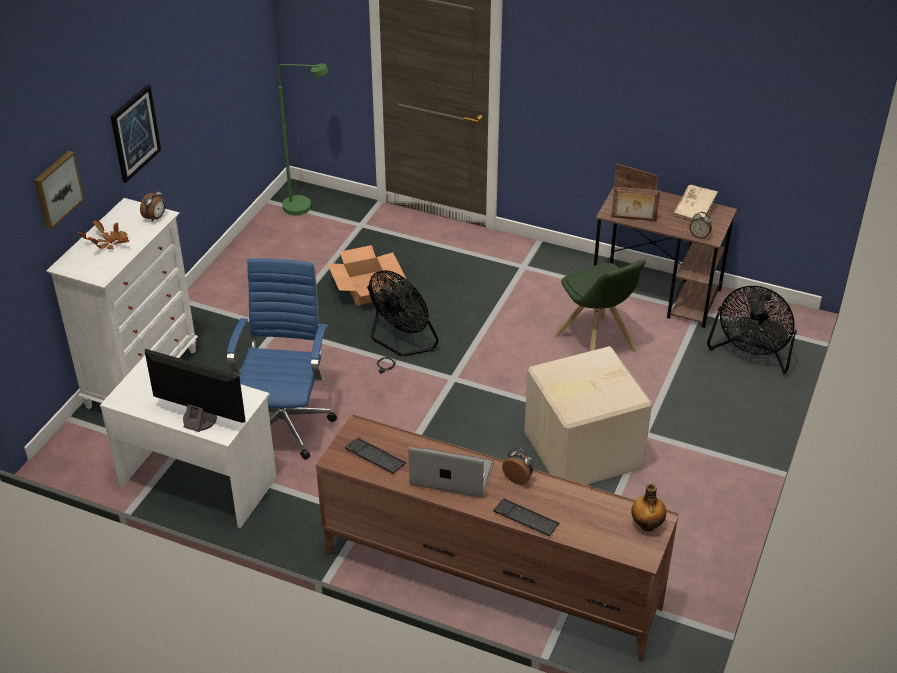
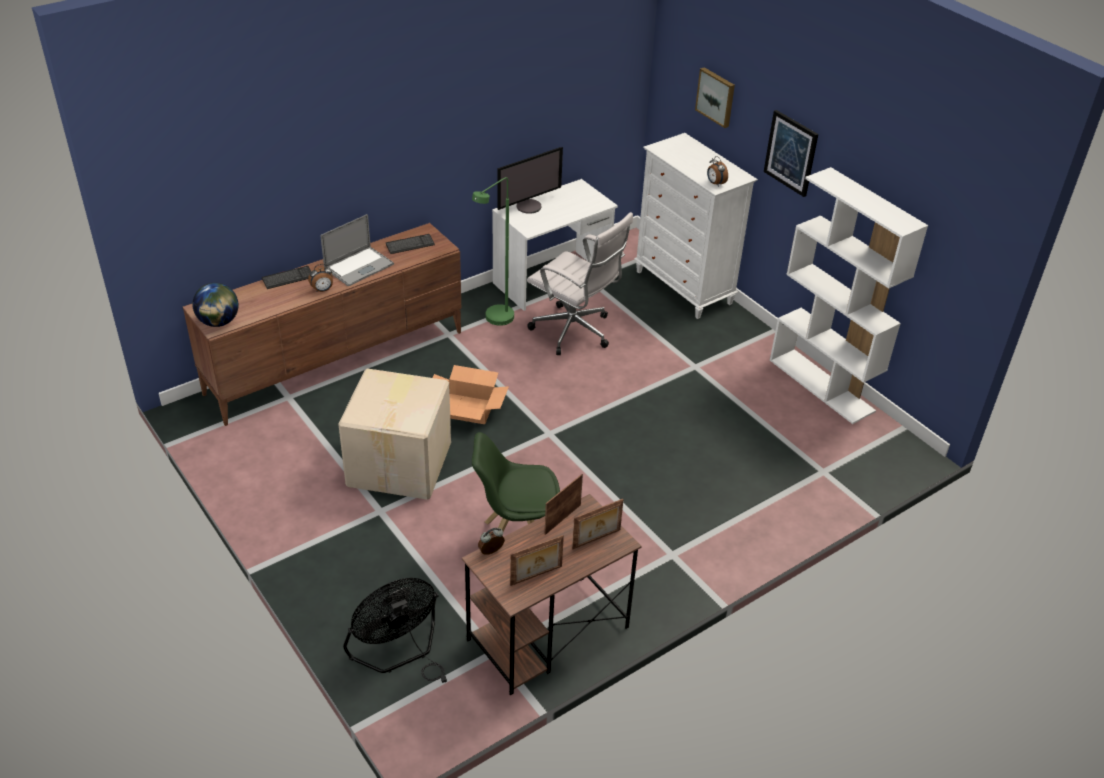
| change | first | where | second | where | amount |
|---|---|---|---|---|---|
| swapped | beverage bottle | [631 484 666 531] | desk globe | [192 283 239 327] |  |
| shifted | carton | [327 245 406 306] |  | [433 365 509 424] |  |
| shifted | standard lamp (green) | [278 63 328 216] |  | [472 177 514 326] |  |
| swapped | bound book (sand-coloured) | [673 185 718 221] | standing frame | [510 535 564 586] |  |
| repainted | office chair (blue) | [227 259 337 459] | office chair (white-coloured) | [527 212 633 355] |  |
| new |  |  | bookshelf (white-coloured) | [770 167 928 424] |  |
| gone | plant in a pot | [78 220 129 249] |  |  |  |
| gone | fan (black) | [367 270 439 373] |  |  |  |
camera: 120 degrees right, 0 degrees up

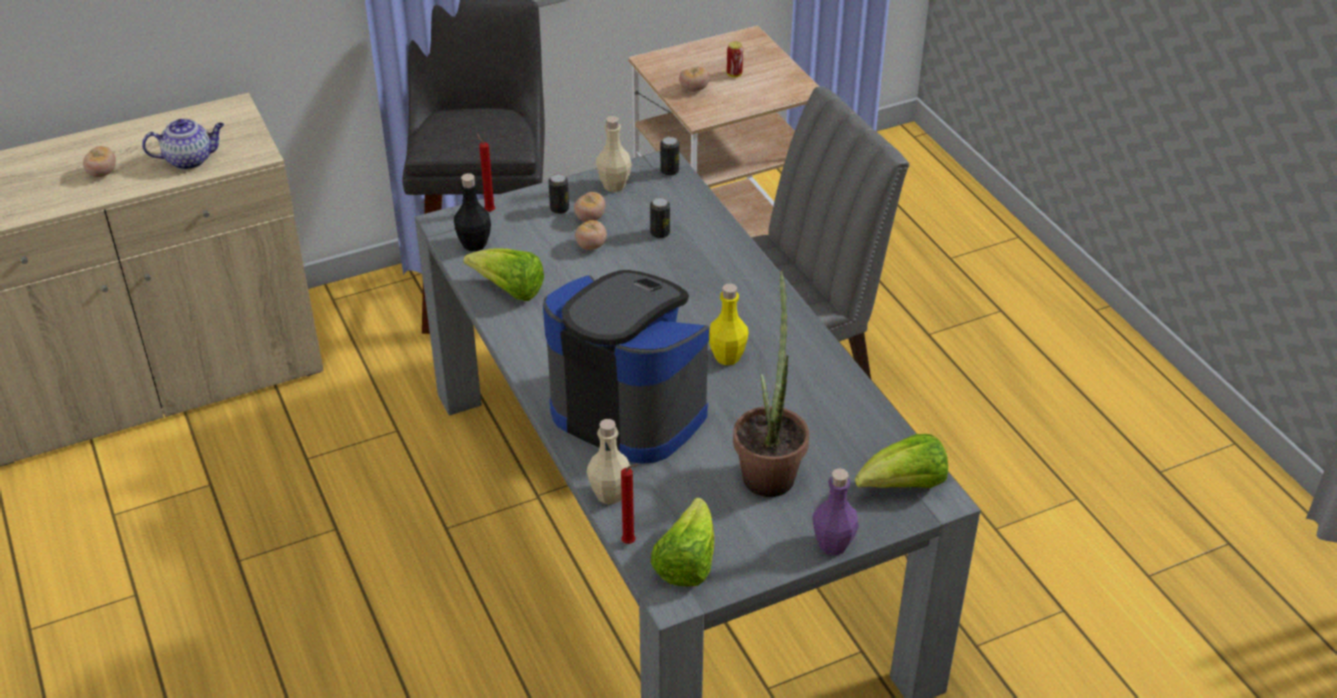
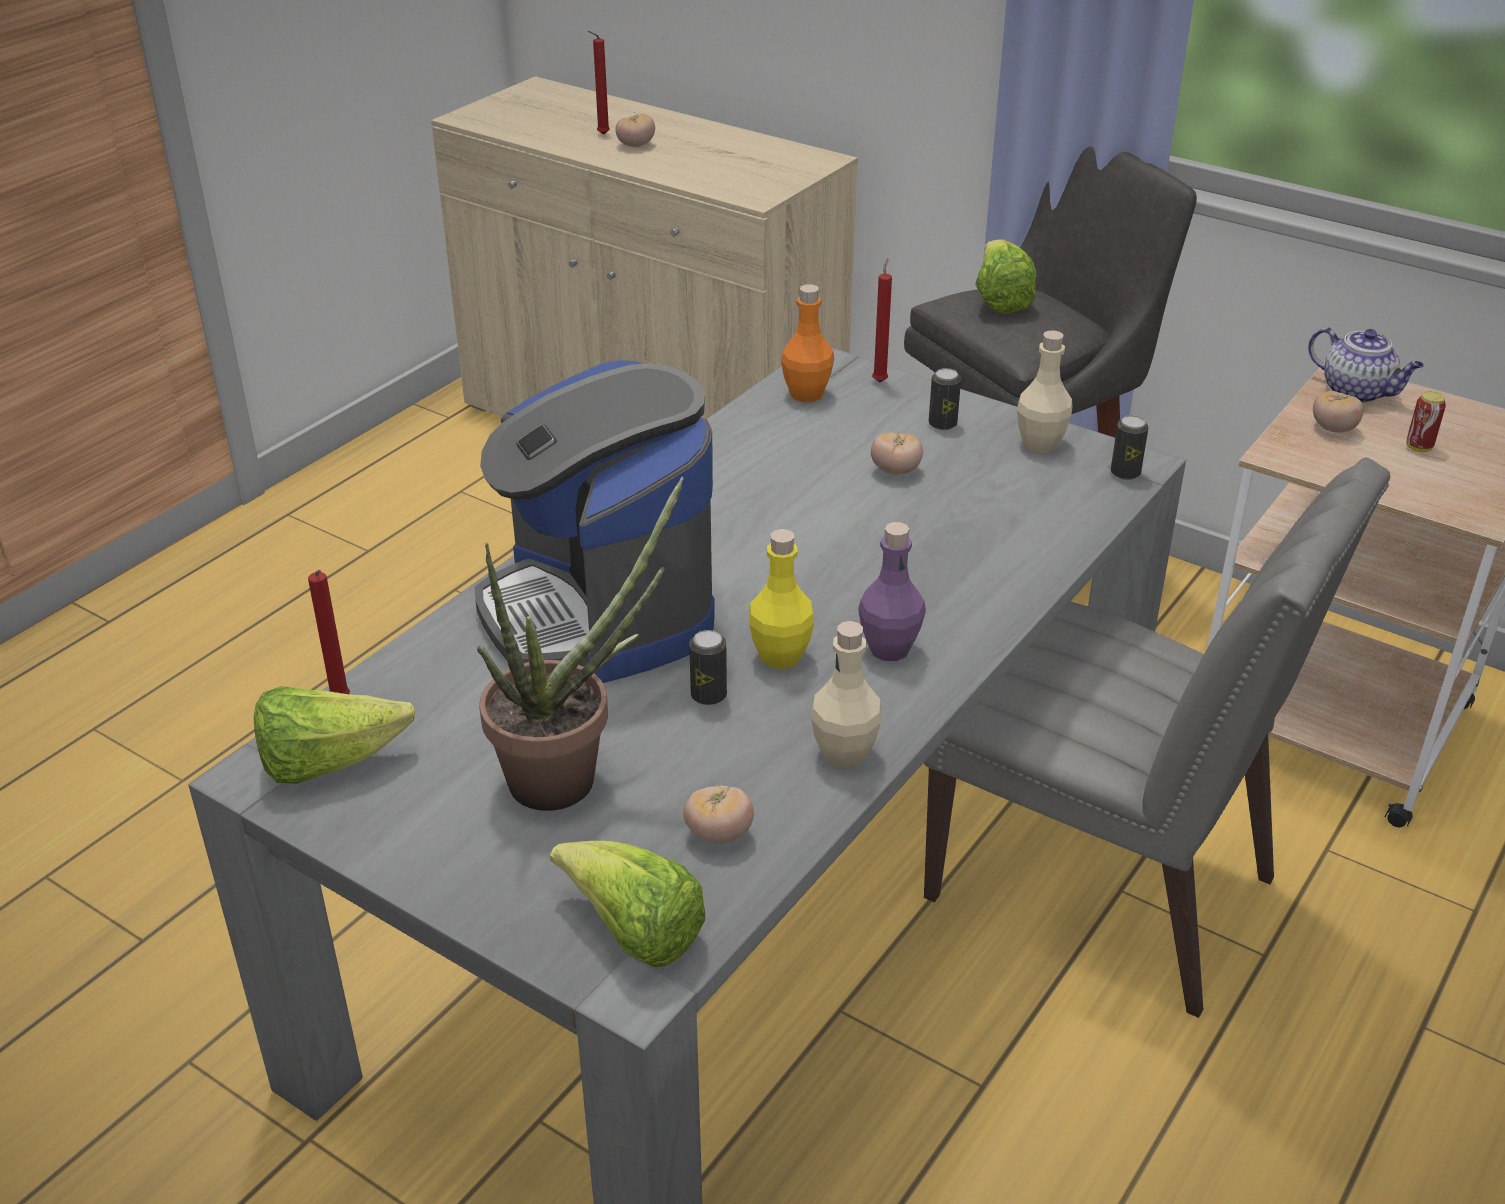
| change | first | where | second | where | amount |
|---|---|---|---|---|---|
| rotated | coffee machine | [543 270 709 464] |  | [474 360 714 683] | 150 degrees clockwise |
| new |  |  | candle (red) | [588 31 610 135] |  |
| shifted | fresh tomato | [574 192 606 222] |  | [683 785 754 844] |  |
| shifted | can | [650 197 670 238] |  | [689 630 727 705] |  |
| repainted | beverage bottle (black) | [454 173 491 251] | beverage bottle (orangey) | [781 284 834 402] |  |
| shifted | beverage bottle (sand-coloured) | [587 419 631 504] |  | [811 621 882 768] |  |
| shifted | beverage bottle (purple) | [812 468 859 555] |  | [858 522 926 661] |  |
| shifted | head of lettuce | [463 248 544 301] |  | [975 239 1036 314] |  |
| shifted | teapot | [142 119 224 170] |  | [1308 327 1424 403] |  |
camera: 60 degrees right, 5 degrees down

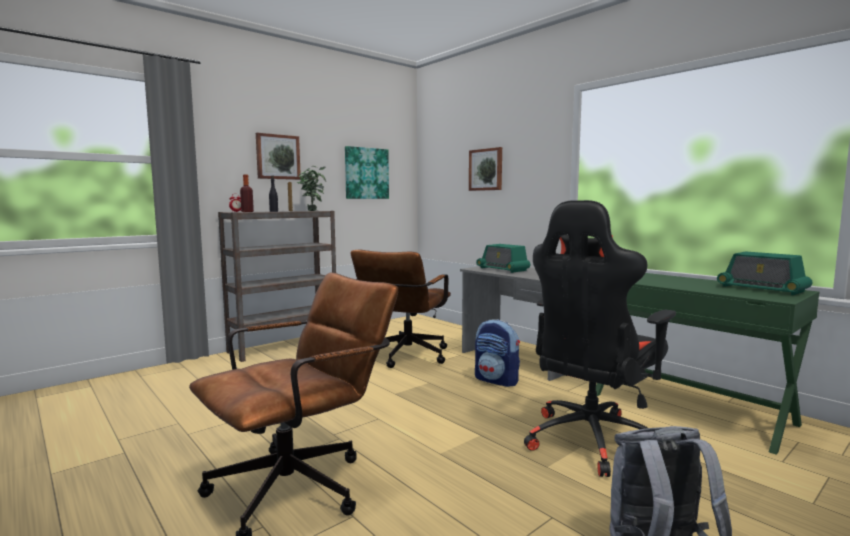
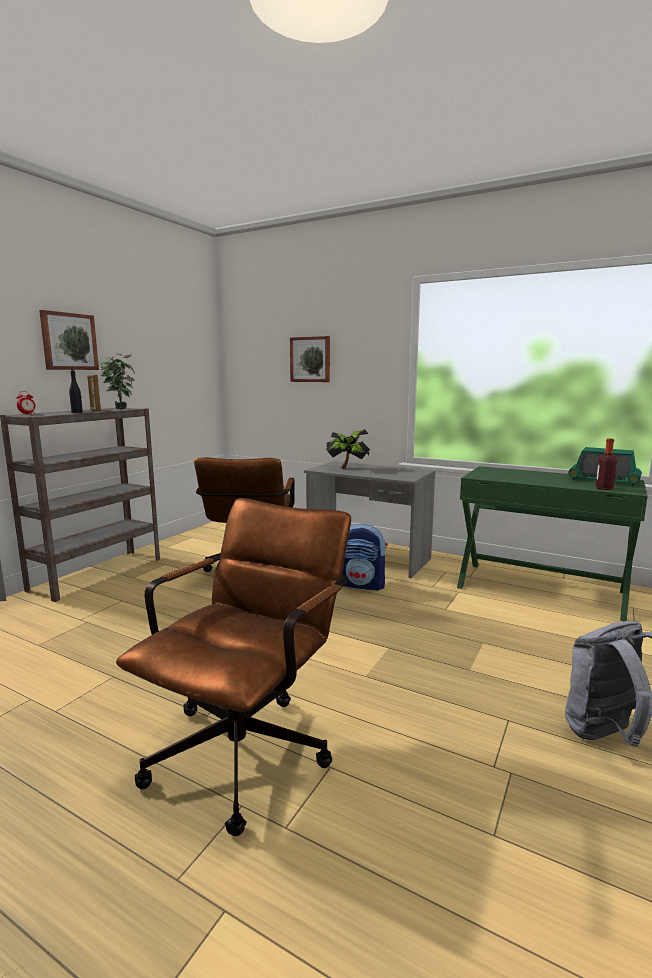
| change | first | where | second | where | amount |
|---|---|---|---|---|---|
| swapped | radio set | [476 244 530 273] | plant in a pot | [326 429 370 469] |  |
| shifted | beverage bottle | [240 174 254 212] |  | [596 438 617 490] |  |
| gone | wall picture | [345 146 389 199] |  |  |  |
| gone | office chair (black) | [524 200 676 477] |  |  |  |
camera: 20 degrees left, 5 degrees up

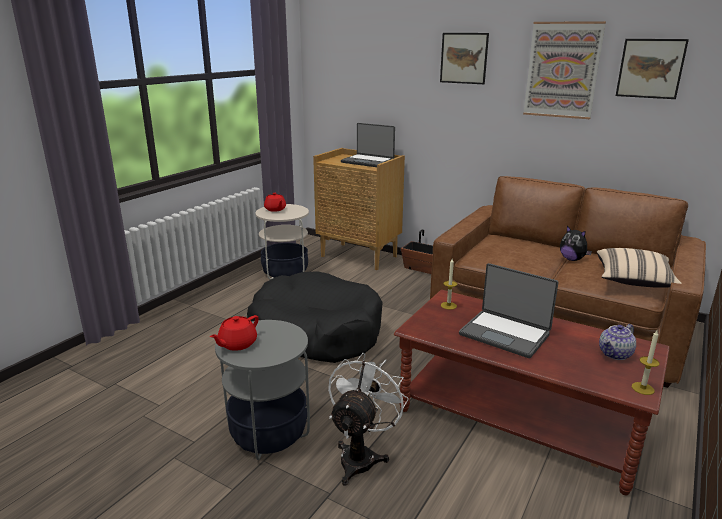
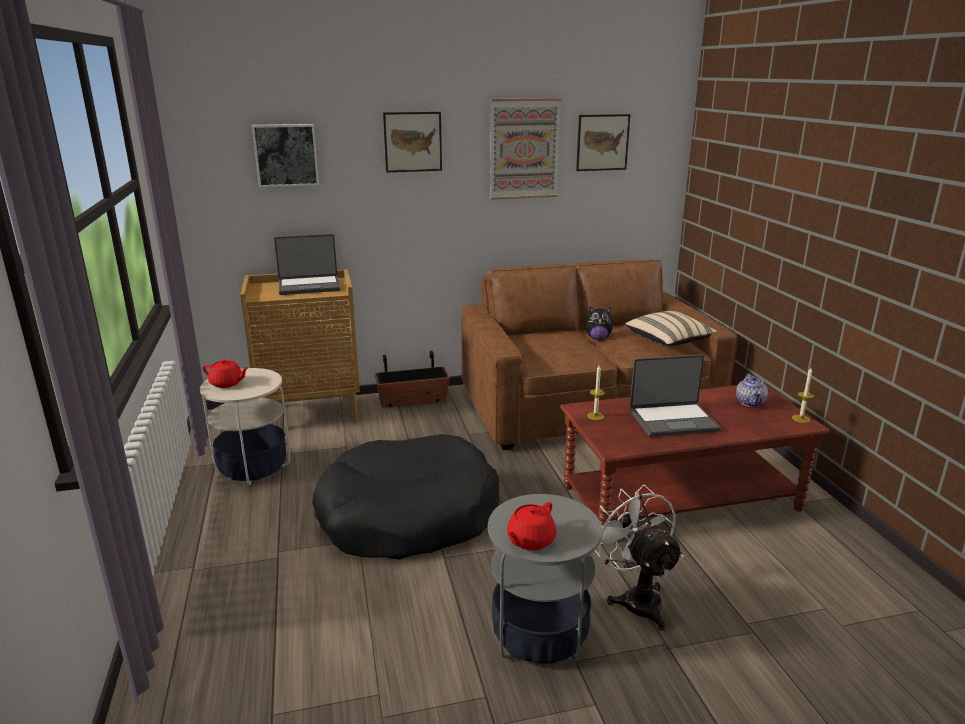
| change | first | where | second | where | amount |
|---|---|---|---|---|---|
| new |  |  | wall picture | [252 124 319 187] |  |
| rotated | teapot (red) | [210 315 259 351] |  | [507 502 556 550] | 45 degrees clockwise |
camera: 45 degrees left, 0 degrees up

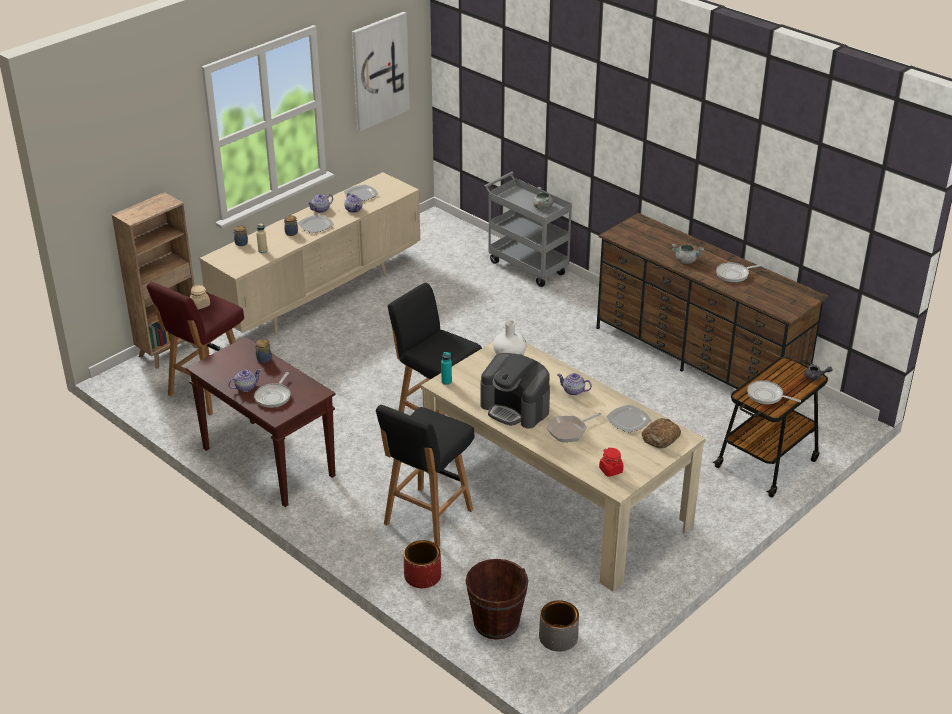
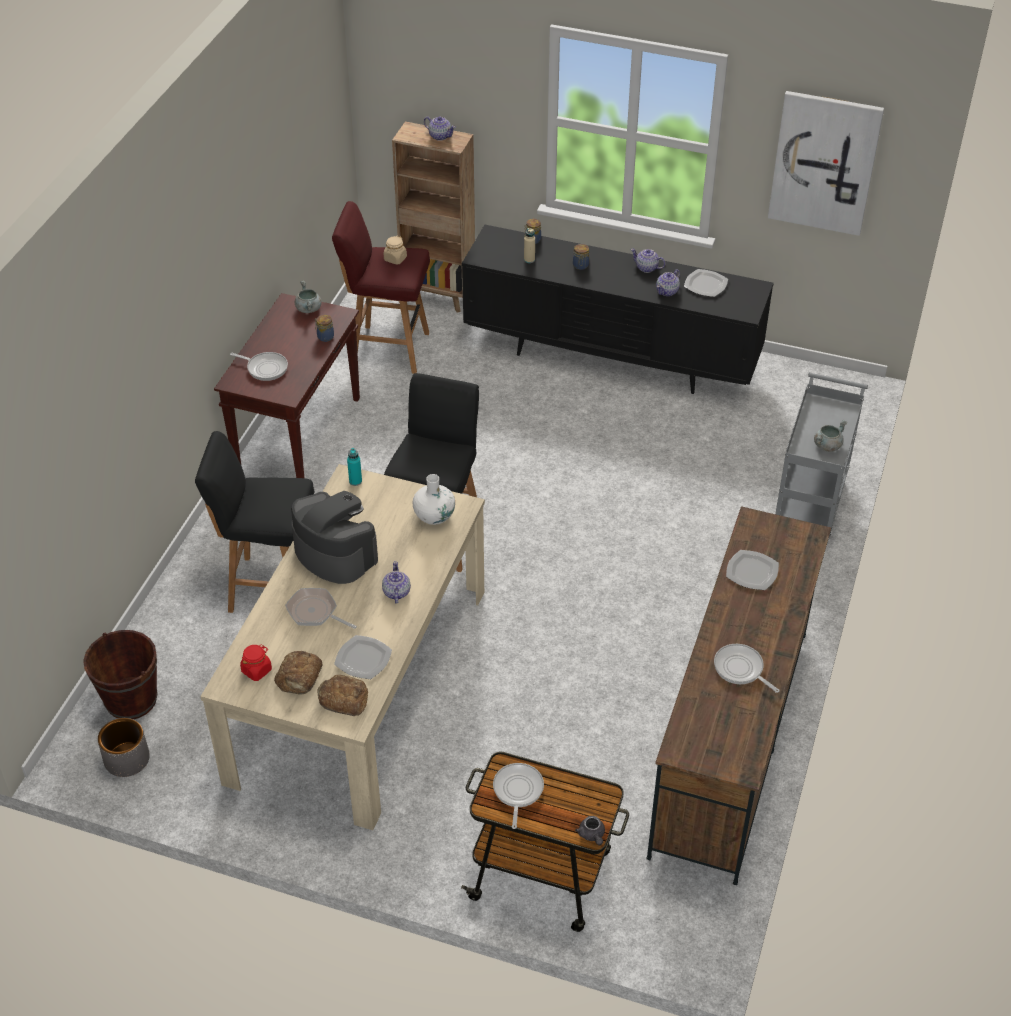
| change | first | where | second | where | amount |
|---|---|---|---|---|---|
| rotated | pan | [254 372 291 408] |  | [230 352 288 381] | 150 degrees counterclockwise |
| new |  |  | bakery bread | [274 651 322 695] |  |
| rotated | coffee machine | [480 353 550 429] |  | [291 491 378 584] | 120 degrees clockwise |
| shifted | cooking pot (grey) | [672 244 704 264] |  | [295 281 322 313] |  |
| shifted | teapot | [228 369 261 392] |  | [424 116 456 141] |  |
| repainted | cabinet (sand-coloured) | [200 172 420 335] | cabinet (black) | [462 225 773 394] |  |
| shifted | dinner plate | [298 215 334 233] |  | [726 550 779 590] |  |
| gone | plant pot (red) | [404 540 441 588] |  |  |  |
camera: 65 degrees right, 10 degrees up

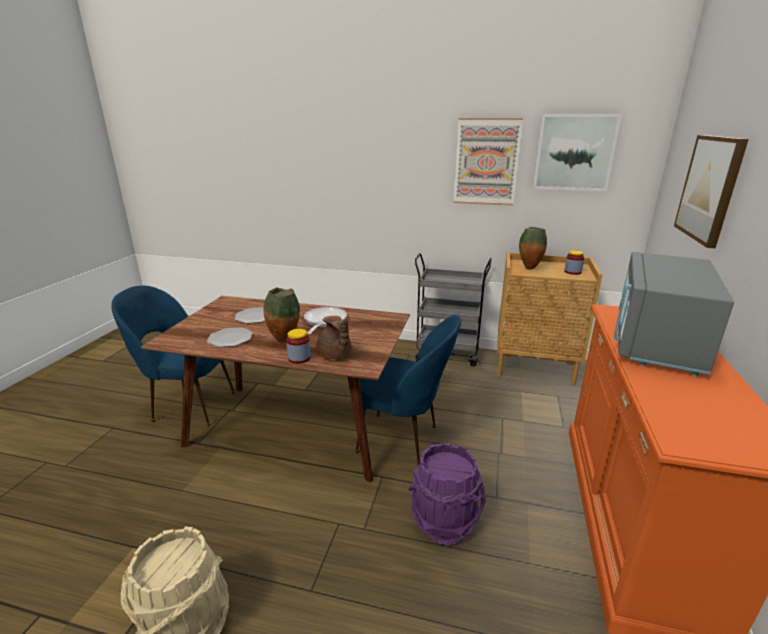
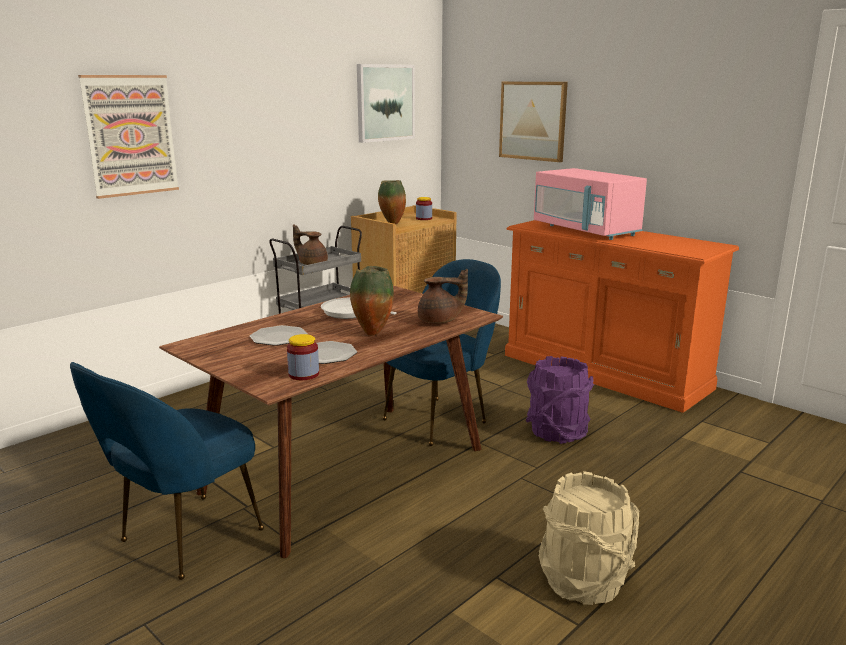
| change | first | where | second | where | amount |
|---|---|---|---|---|---|
| shifted | wall picture | [453 118 523 205] |  | [78 75 179 199] |  |
| shifted | preserve jar | [286 329 311 364] |  | [287 334 319 380] |  |
| new |  |  | teapot (brown-coloured) | [293 224 328 265] |  |
| repainted | kitchen microwave (grey) | [614 252 734 376] | kitchen microwave (pink-coloured) | [534 168 647 240] |  |
camera: 60 degrees left, 5 degrees down

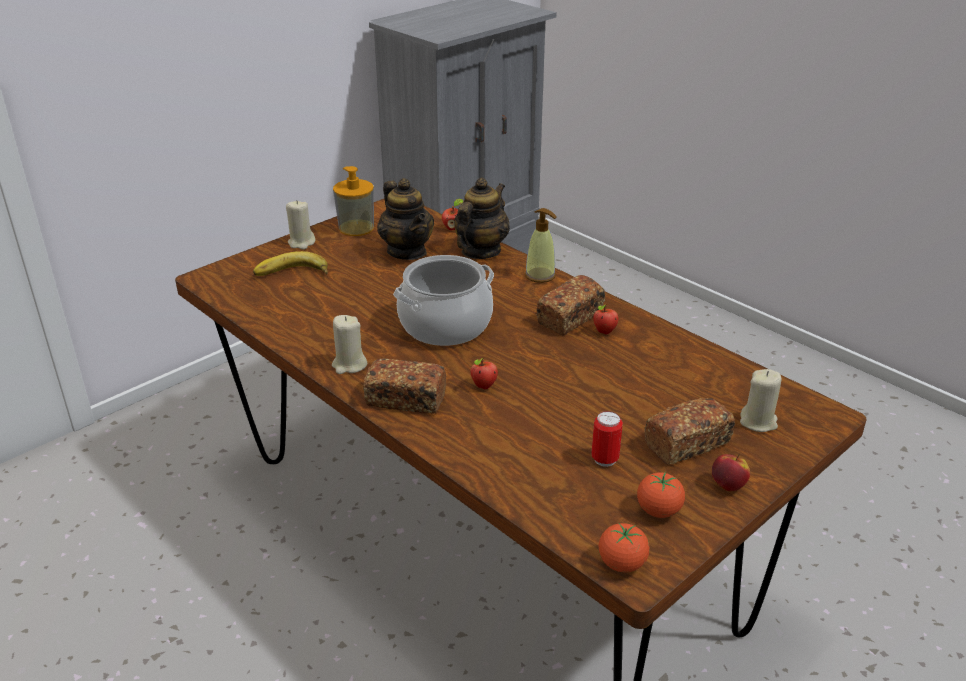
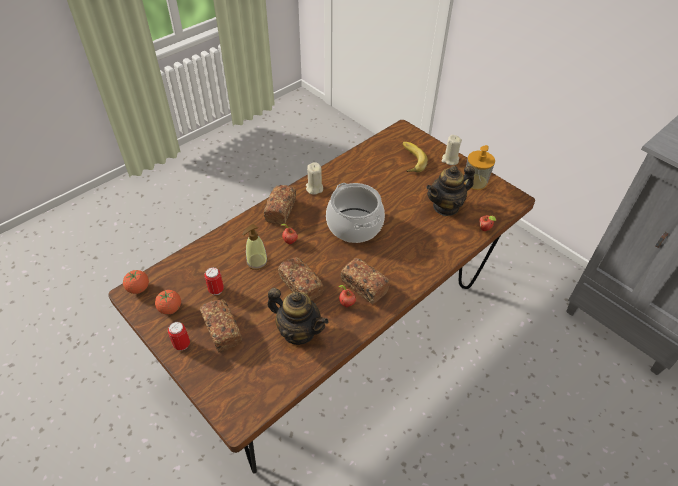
| change | first | where | second | where | amount |
|---|---|---|---|---|---|
| swapped | apple | [712 454 750 491] | can | [168 322 190 350] |  |
| shifted | liquid soap bottle | [525 208 557 283] |  | [242 224 268 270] |  |
| shifted | teapot | [454 178 510 259] |  | [267 288 329 345] |  |
| new |  |  | bakery bread | [278 257 323 300] |  |
| gone | candle (sand-coloured) | [740 369 781 432] |  |  |  |
camera: 90 degrees right, 15 degrees up

